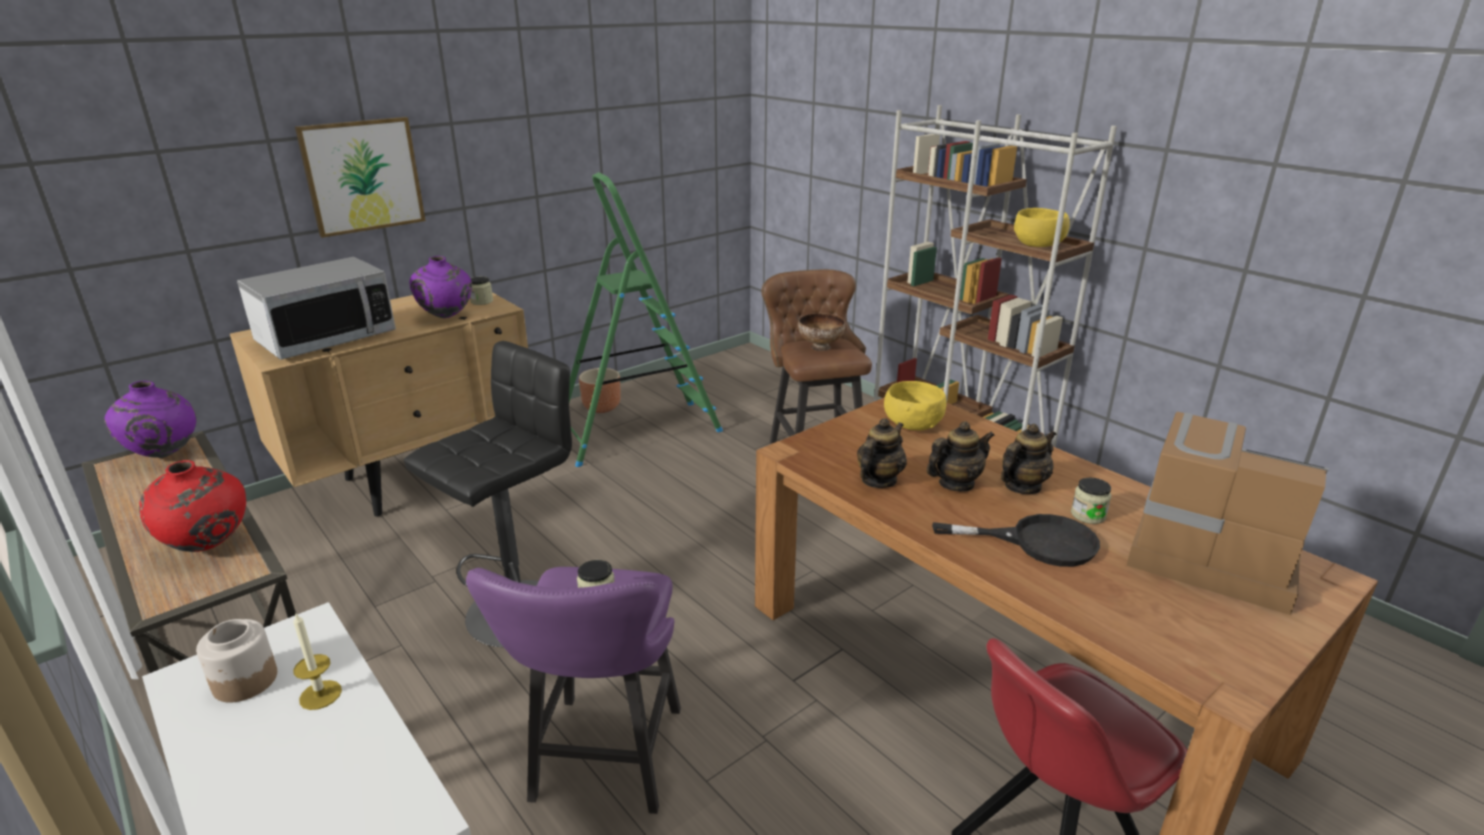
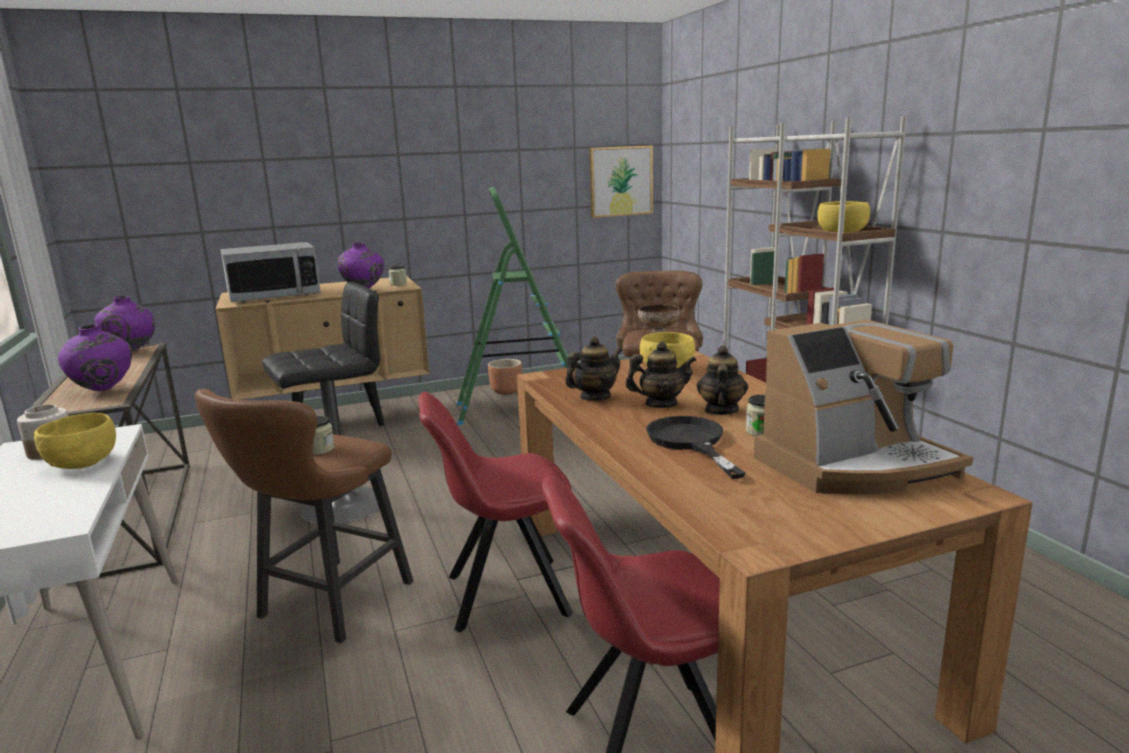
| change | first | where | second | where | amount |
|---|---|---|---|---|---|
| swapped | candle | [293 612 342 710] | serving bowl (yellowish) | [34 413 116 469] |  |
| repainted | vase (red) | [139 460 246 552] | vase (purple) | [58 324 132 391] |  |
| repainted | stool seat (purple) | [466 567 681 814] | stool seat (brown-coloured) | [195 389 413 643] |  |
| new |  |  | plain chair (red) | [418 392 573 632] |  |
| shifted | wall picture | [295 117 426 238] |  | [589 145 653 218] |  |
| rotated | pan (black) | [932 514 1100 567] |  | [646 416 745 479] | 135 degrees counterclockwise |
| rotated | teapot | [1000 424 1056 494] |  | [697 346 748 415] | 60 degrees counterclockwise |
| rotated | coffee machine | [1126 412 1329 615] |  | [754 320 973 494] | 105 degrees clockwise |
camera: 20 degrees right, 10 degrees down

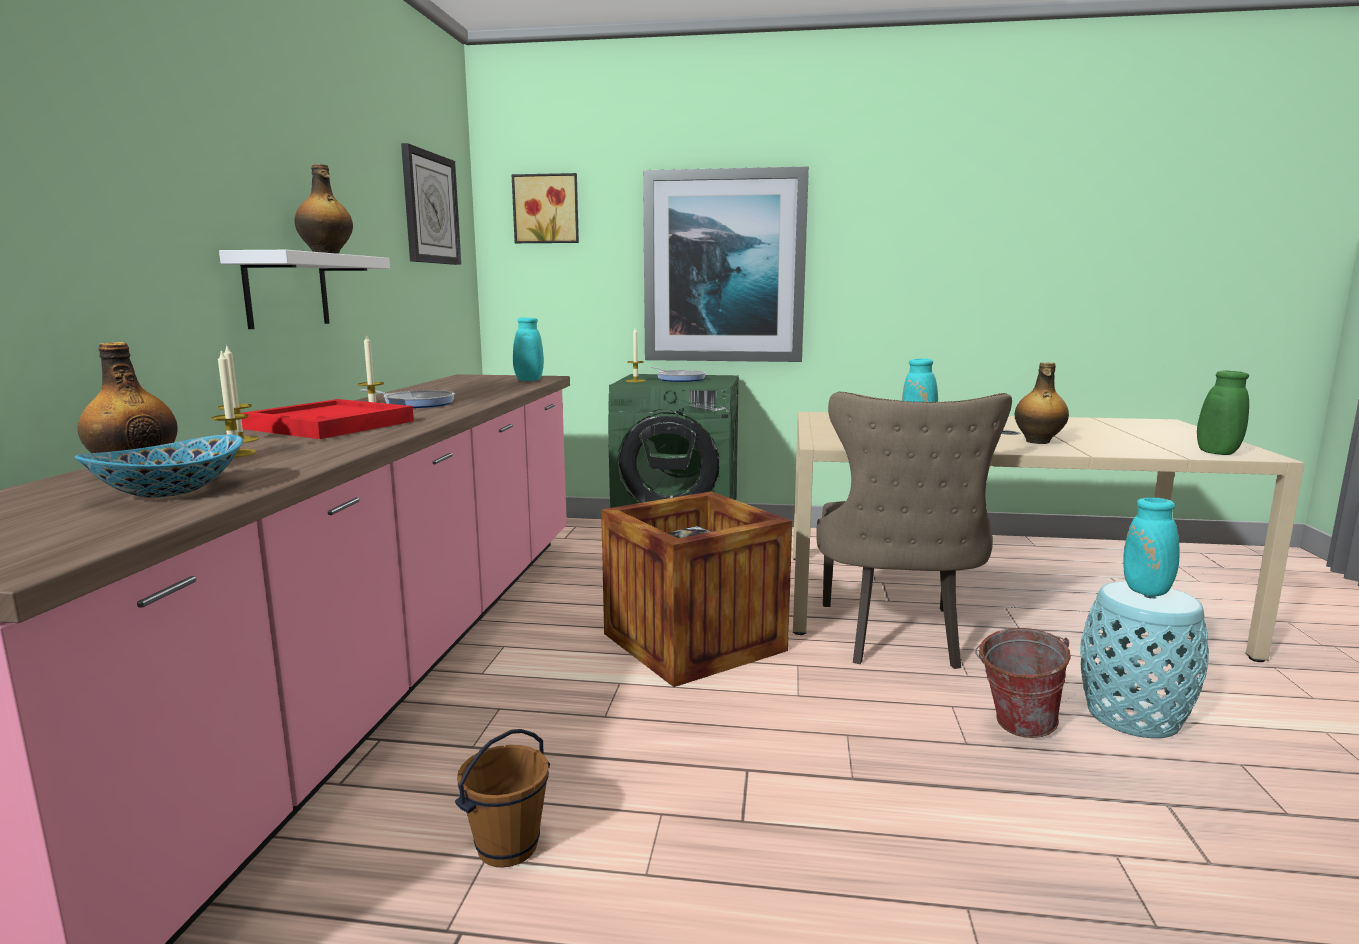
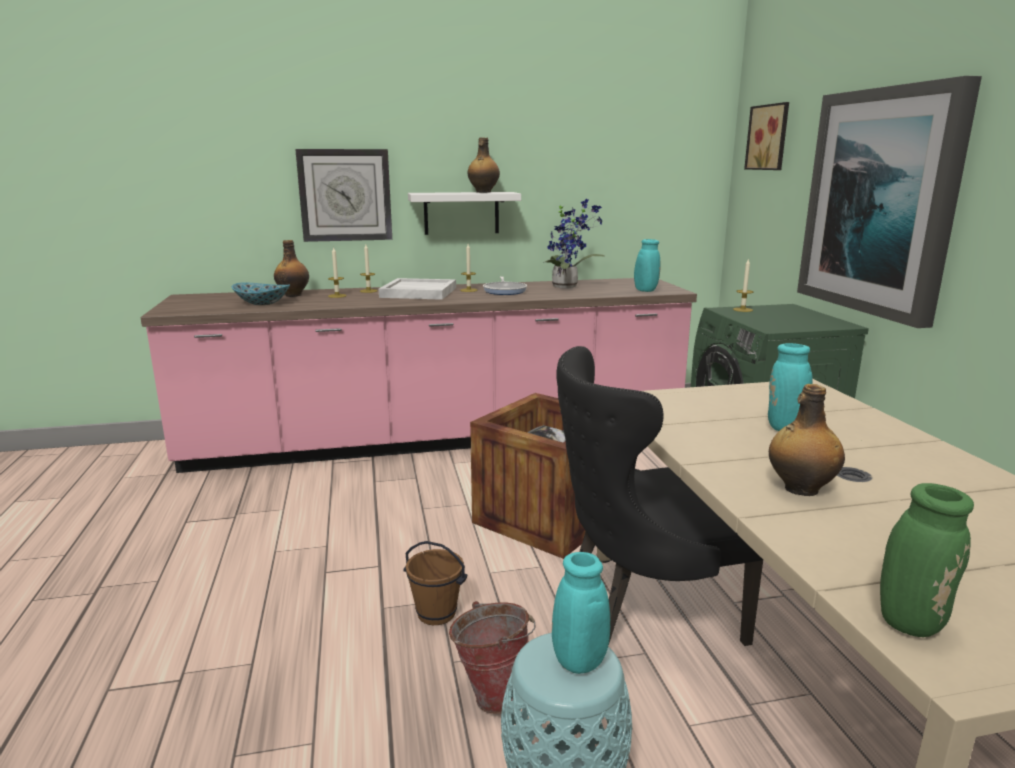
| change | first | where | second | where | amount |
|---|---|---|---|---|---|
| shifted | clock on the wall | [401 143 461 265] |  | [295 149 392 242] |  |
| repainted | carrying tray (red) | [241 399 414 439] | carrying tray (white-coloured) | [379 278 456 300] |  |
| shifted | water bucket (brown-coloured) | [455 729 550 867] |  | [403 541 467 625] |  |
| new |  |  | plant in a pot | [543 199 606 288] |  |
| repainted | plain chair (sand-coloured) | [816 392 1012 669] | plain chair (black) | [556 346 763 646] |  |
| gone | pan | [651 367 706 382] |  |  |  |
camera: 70 degrees right, 5 degrees up

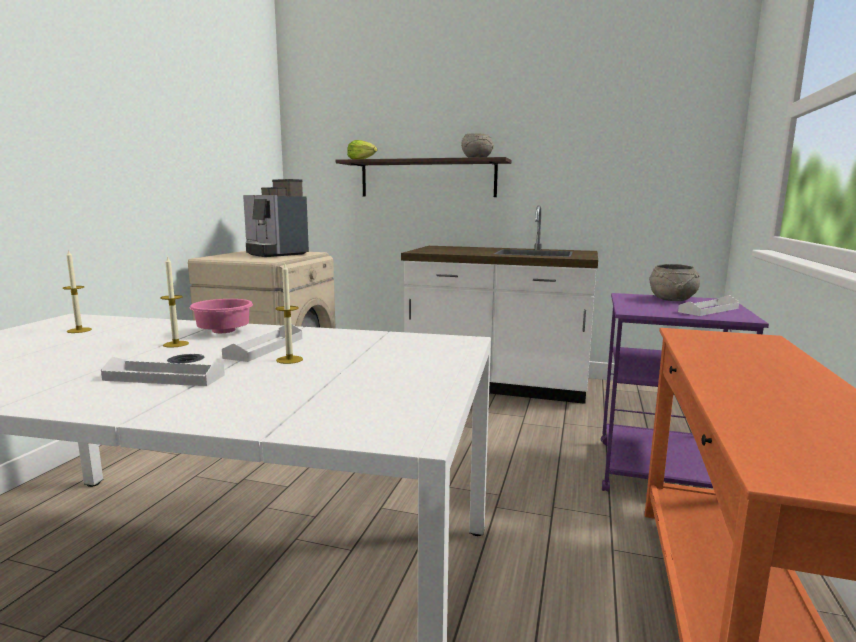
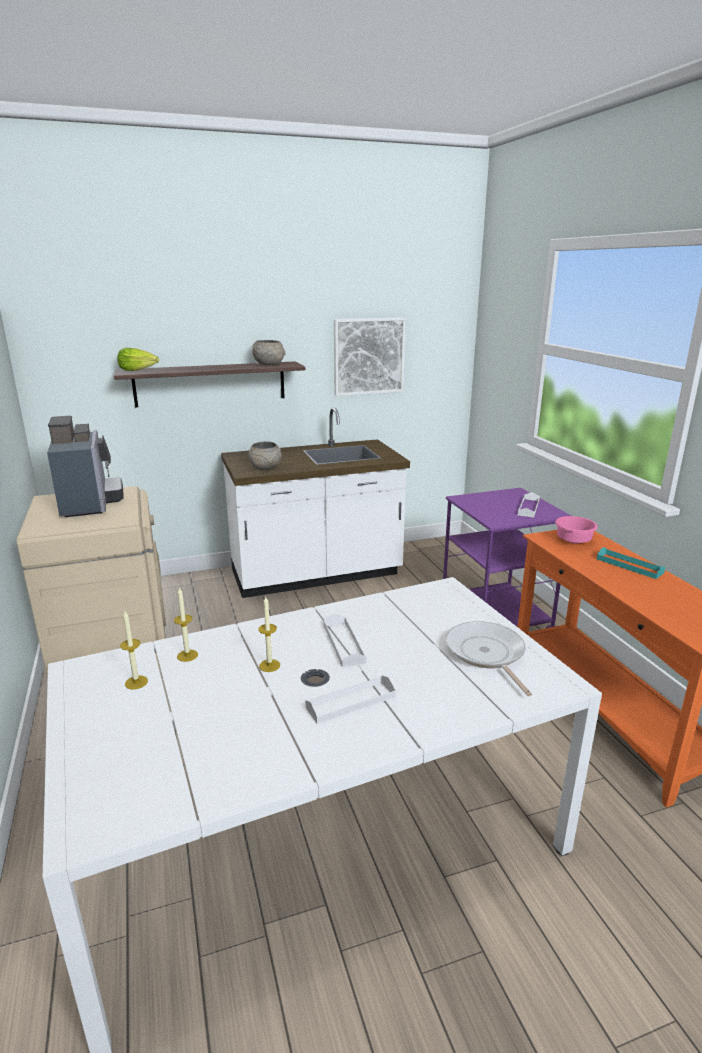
| change | first | where | second | where | amount |
|---|---|---|---|---|---|
| rotated | coffee machine | [243 179 309 257] |  | [47 416 124 517] | 120 degrees counterclockwise |
| shifted | candle | [275 264 303 364] |  | [174 587 198 662] |  |
| shifted | serving bowl (grey) | [649 264 700 301] |  | [248 441 282 470] |  |
| new |  |  | wall picture | [334 317 406 396] |  |
| new |  |  | pan | [446 621 532 696] |  |
| shifted | serving bowl (pink-coloured) | [190 299 253 333] |  | [555 516 598 544] |  |
| new |  |  | carrying tray (turquoise) | [597 547 665 579] |  |
camera: 35 degrees left, 10 degrees up

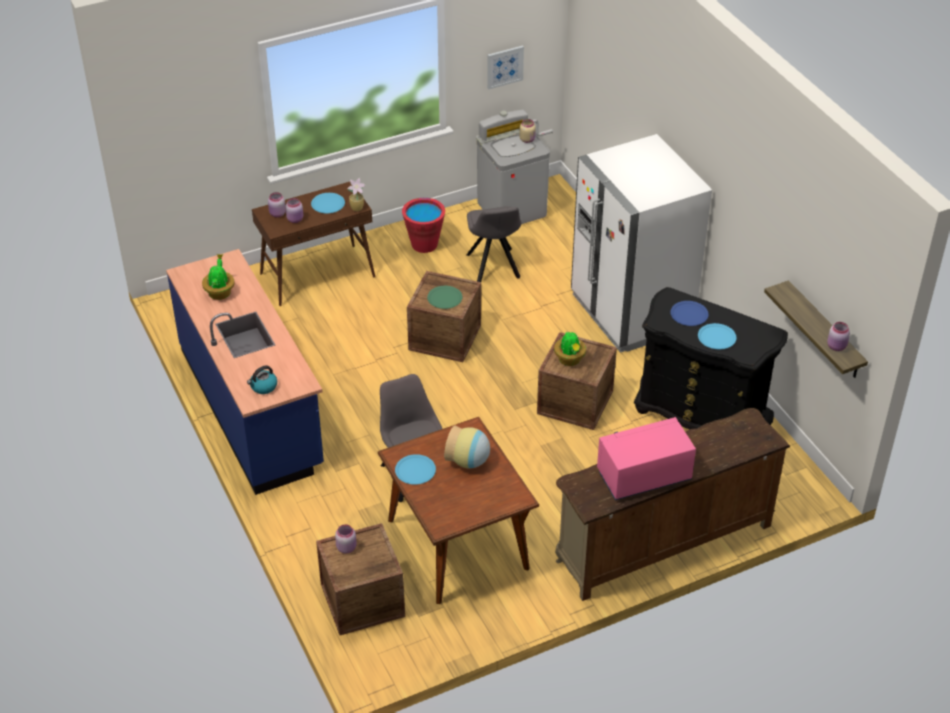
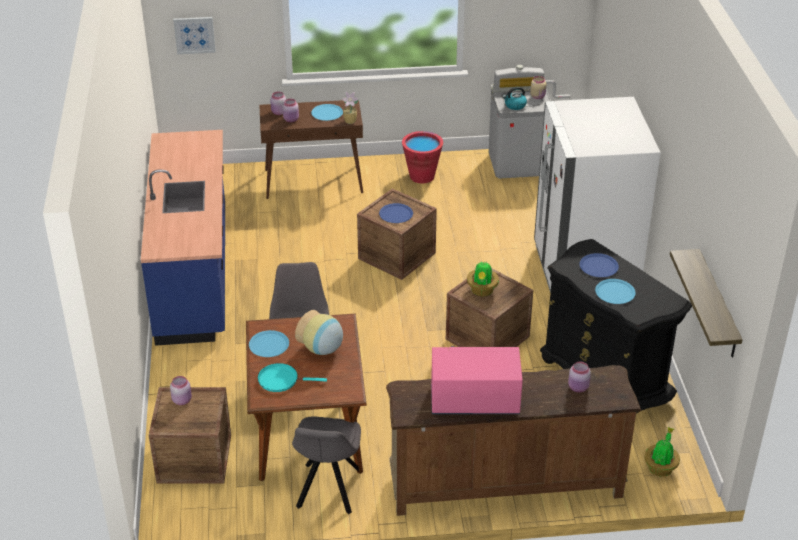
| change | first | where | second | where | amount |
|---|---|---|---|---|---|
| shifted | wall picture | [487 45 524 89] |  | [173 17 216 54] |  |
| new |  |  | pan (turquoise) | [258 363 327 392] |  |
| shifted | plain chair (grey) | [466 206 522 282] |  | [292 416 361 514] |  |
| repainted | dinner plate (green) | [427 286 463 309] | dinner plate (blue) | [379 203 413 223] |  |
| shifted | kettle | [247 365 277 394] |  | [503 87 527 110] |  |
| shifted | preserve jar (pink-coloured) | [827 322 850 351] |  | [568 361 591 393] |  |
| shifted | plant in a pot | [202 254 235 300] |  | [644 427 680 477] |  |
camera: 20 degrees right, 5 degrees down

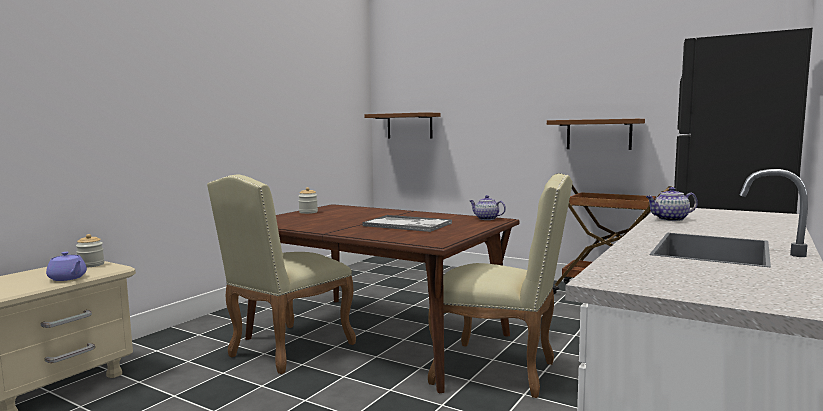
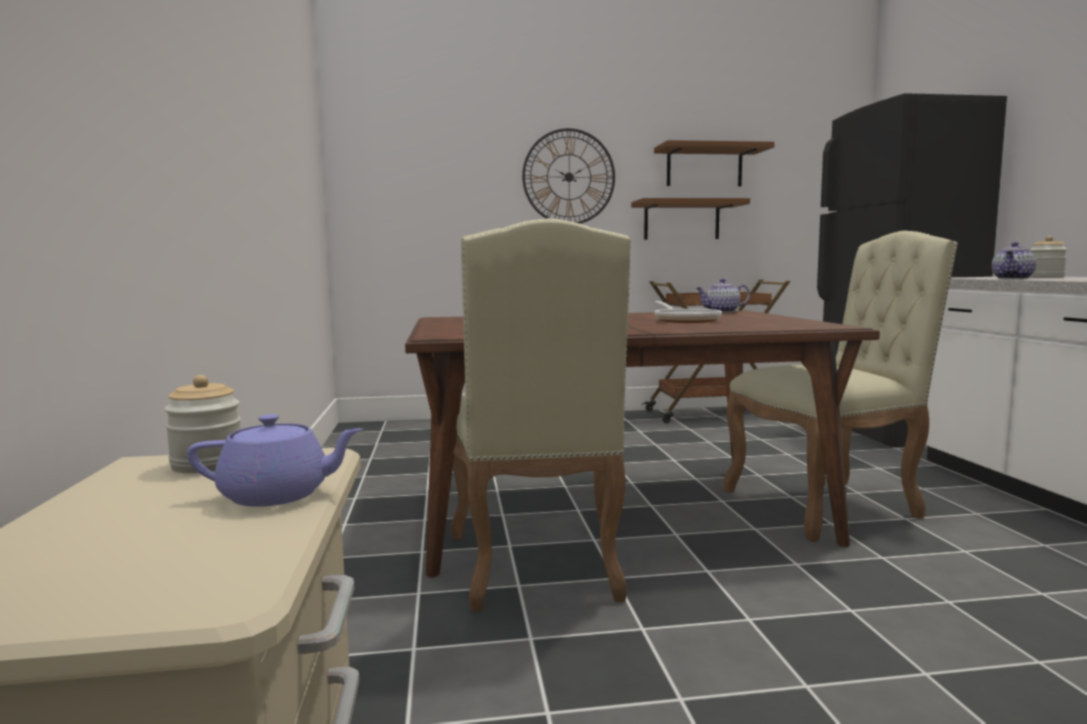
| change | first | where | second | where | amount |
|---|---|---|---|---|---|
| new |  |  | clock on the wall | [522 128 615 224] |  |
| shifted | wall shelf (brown-coloured) | [364 112 440 139] |  | [654 140 775 186] |  |
| swapped | carrying tray | [362 215 452 232] | pan | [654 301 722 323] |  |
| shifted | preserve jar | [298 187 318 214] |  | [1028 236 1068 278] |  |
camera: 40 degrees left, 0 degrees up

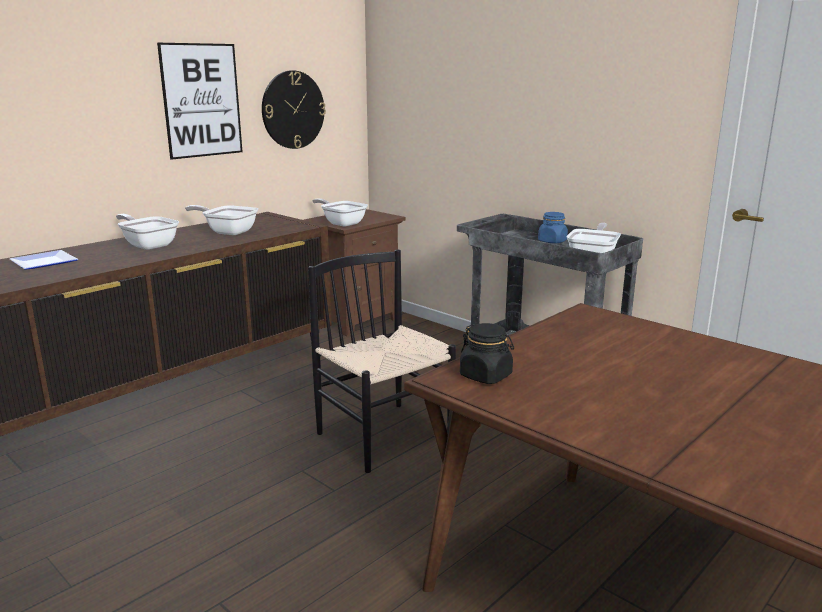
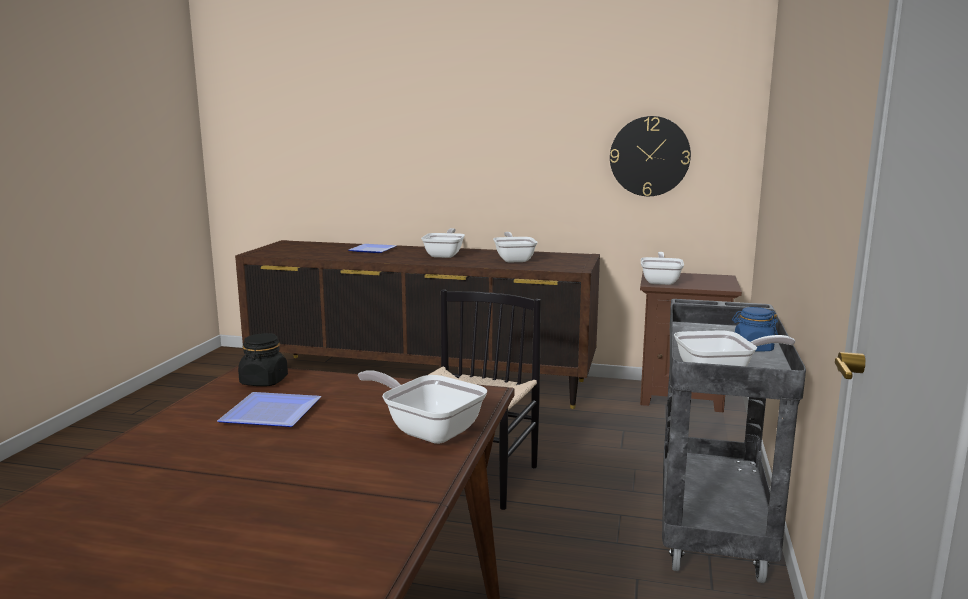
| change | first | where | second | where | amount |
|---|---|---|---|---|---|
| new |  |  | dinner plate | [217 392 321 427] |  |
| new |  |  | pan | [358 370 487 444] |  |
| gone | wall picture | [157 43 243 160] |  |  |  |
camera: 60 degrees right, 5 degrees down

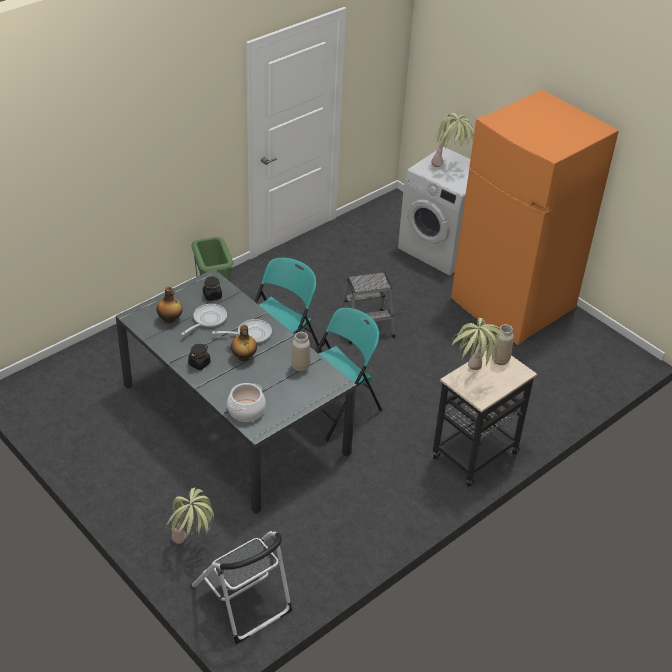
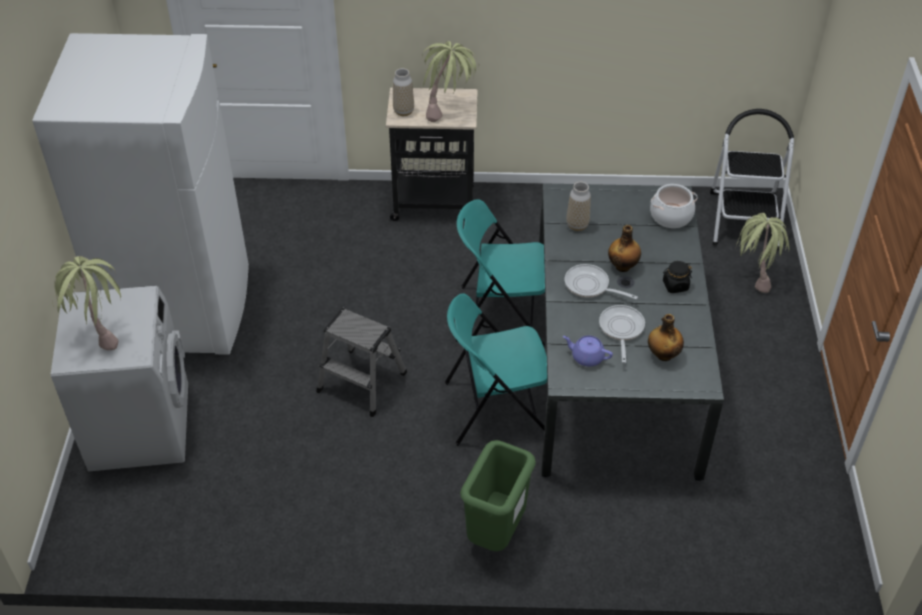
| change | first | where | second | where | amount |
|---|---|---|---|---|---|
| repainted | refrigerator (orangey) | [451 90 618 345] | refrigerator (white-coloured) | [32 33 249 355] |  |
| swapped | preserve jar (black) | [203 276 222 301] | teapot (purple) | [563 335 613 367] |  |
| rotated | pan | [181 304 227 335] |  | [599 305 645 363] | 105 degrees clockwise |
camera: 135 degrees left, 5 degrees up

